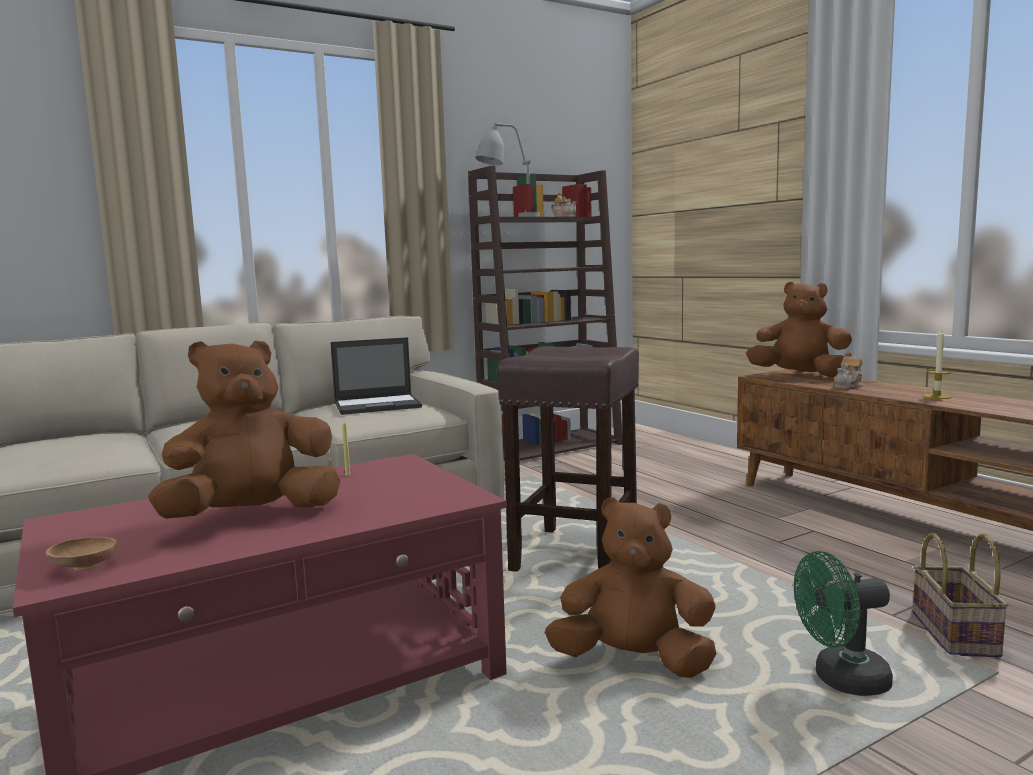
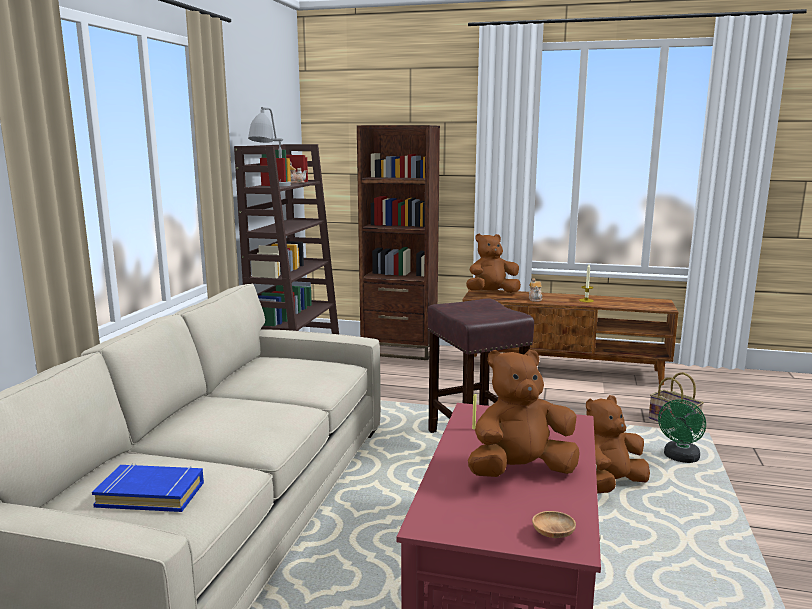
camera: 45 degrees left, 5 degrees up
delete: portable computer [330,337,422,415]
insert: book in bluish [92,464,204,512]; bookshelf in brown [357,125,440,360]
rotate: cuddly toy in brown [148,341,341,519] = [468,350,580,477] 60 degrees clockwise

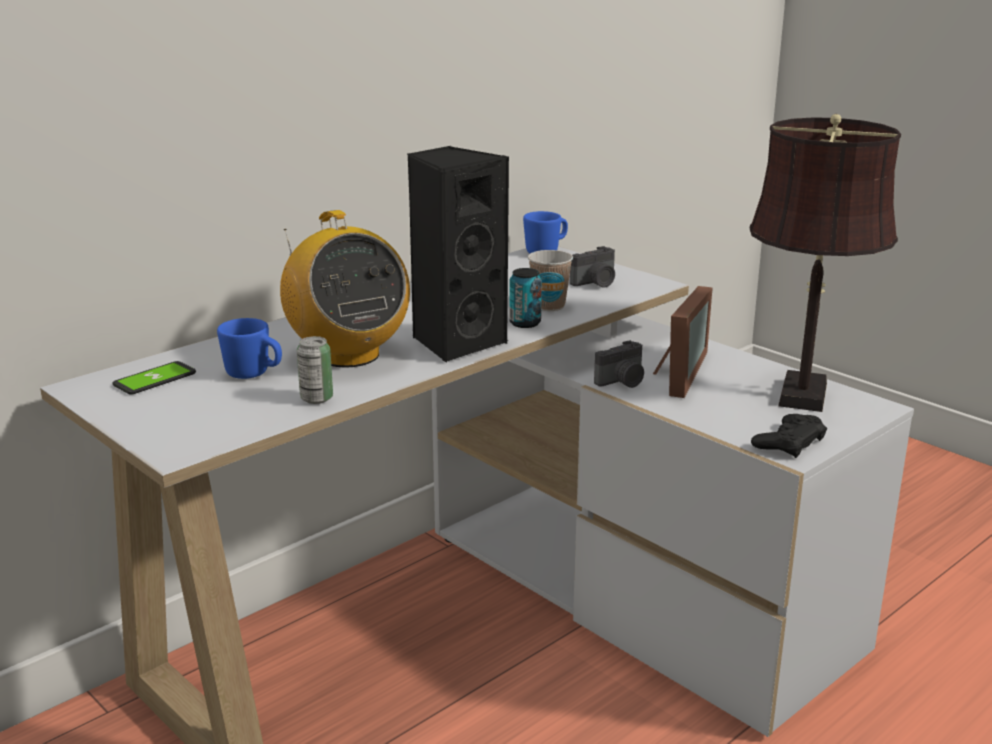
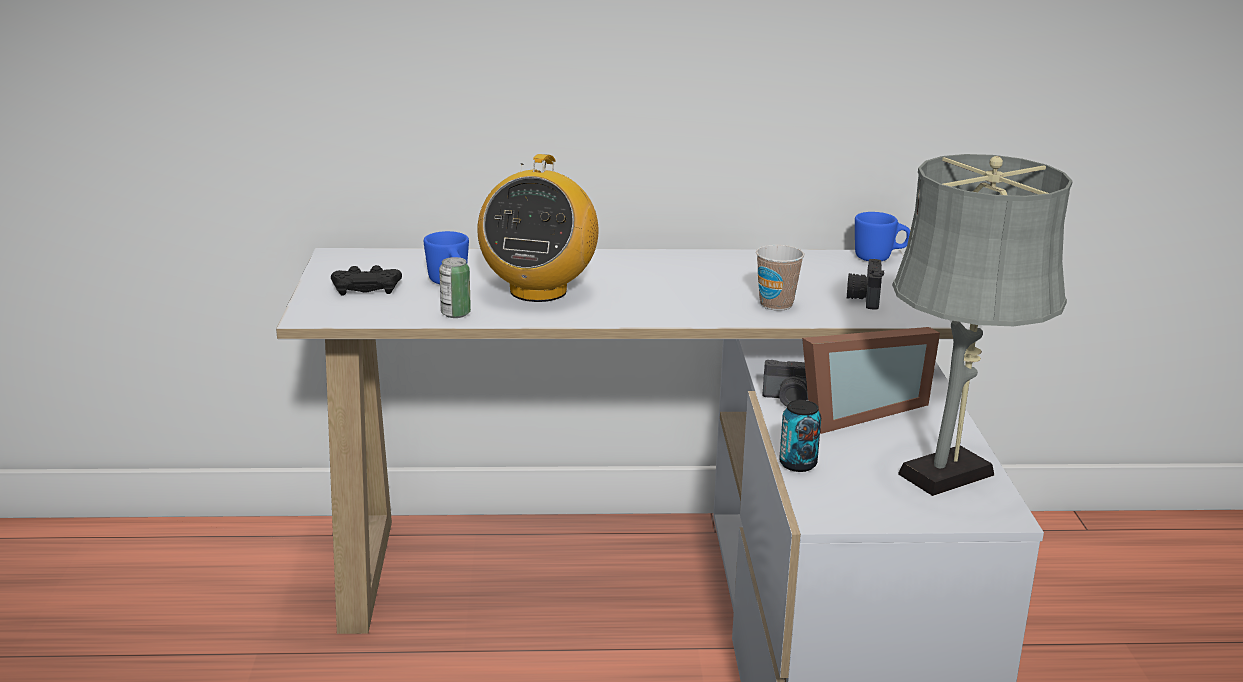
camera: 40 degrees right, 0 degrees up
delete: phone [113,361,196,395]; audio speaker in blackish [407,146,509,363]
move: can [509,268,542,328] to [779,400,821,472]; gamepad in blackish [751,414,827,458] to [331,265,402,295]
recolor: table lamp in brown [749,114,901,412] to table lamp in greyish [892,154,1073,496]
rotate: still camera [570,246,615,288] = [847,259,884,310] 90 degrees clockwise

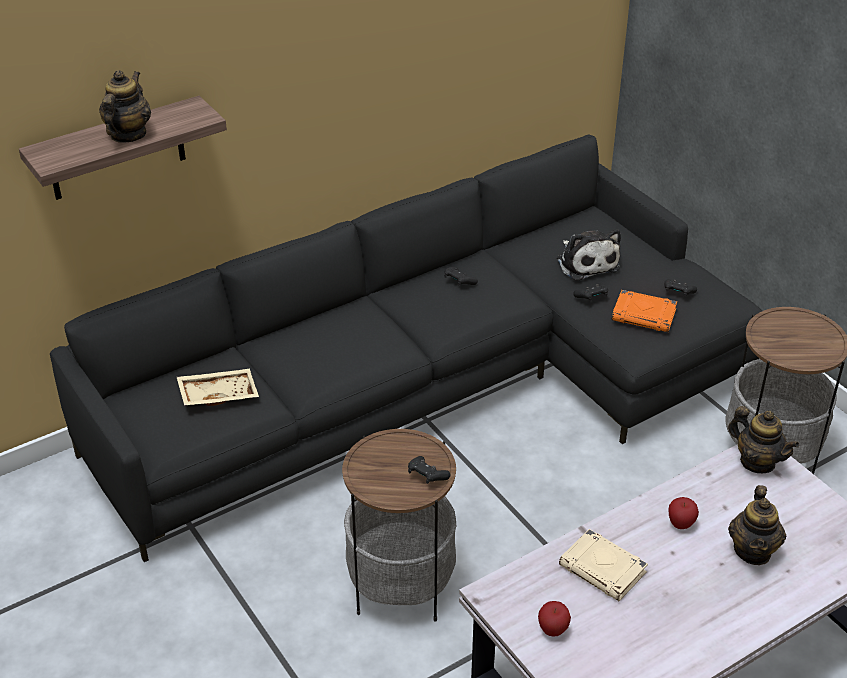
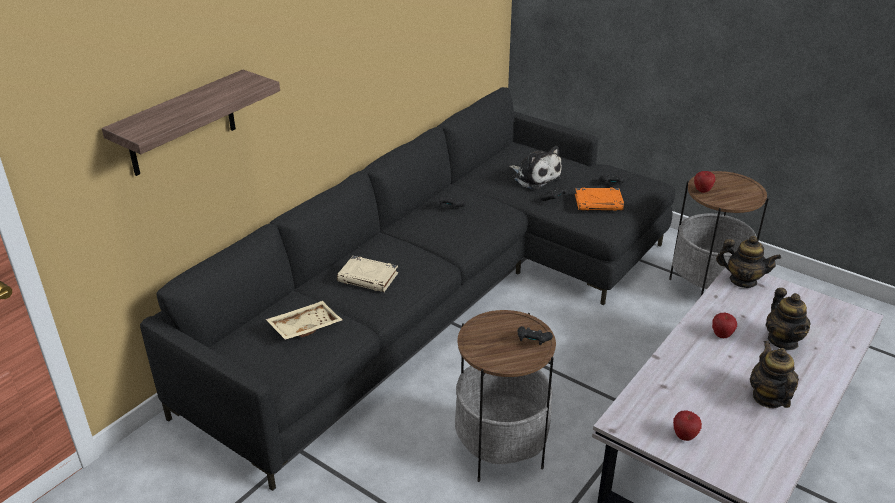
camera: 20 degrees left, 5 degrees down
insert: whole apple [694,171,715,193]
move: teapot [99,70,151,143] to [750,341,799,408]; book in beige [559,529,648,601] to [337,256,398,292]

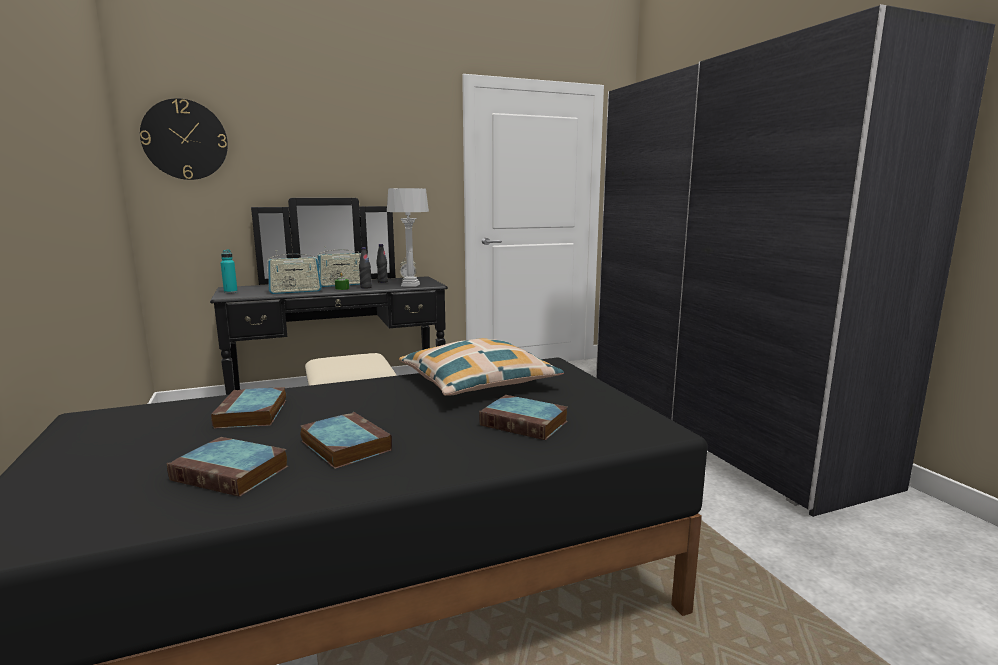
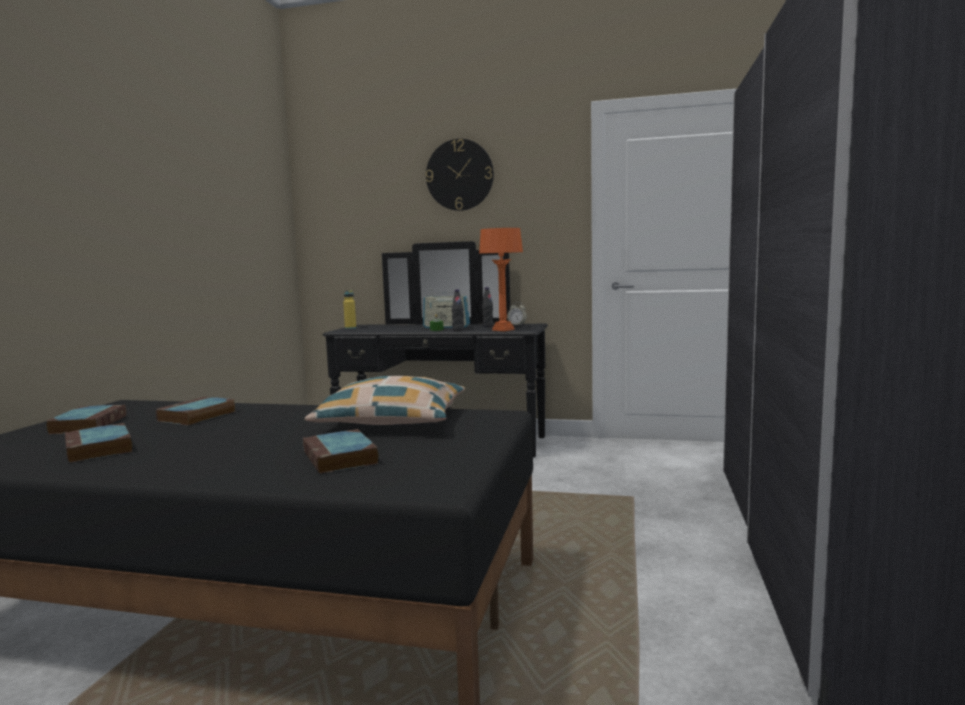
camera: 35 degrees right, 5 degrees down
delete: radio set [267,250,322,294]
move: hanging clock [140,98,228,180] to [426,139,494,211]; book [300,412,392,469] to [46,404,126,434]
recolor: drink bottle in blue-green [221,249,238,293] to drink bottle in yellowish [343,290,356,329]; table lamp in greyish [387,188,429,287] to table lamp in orange [479,228,523,331]

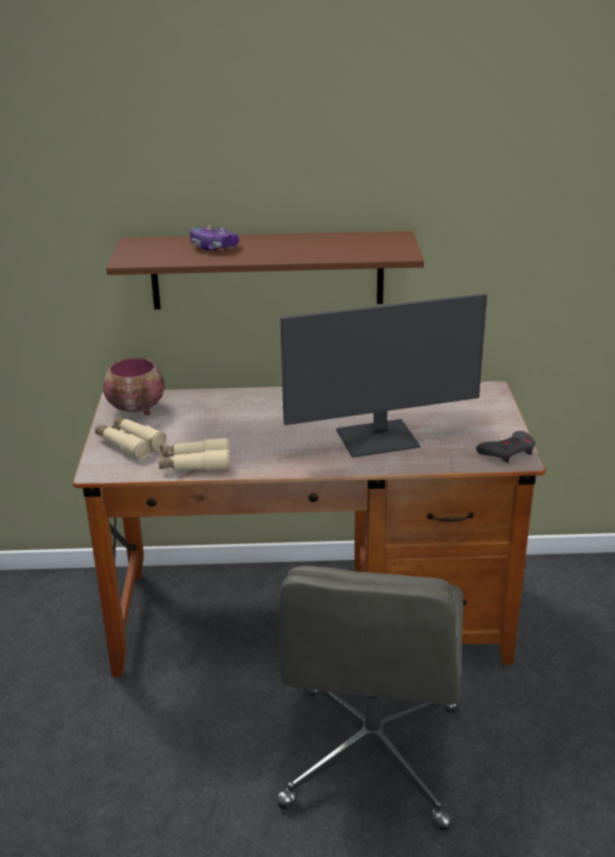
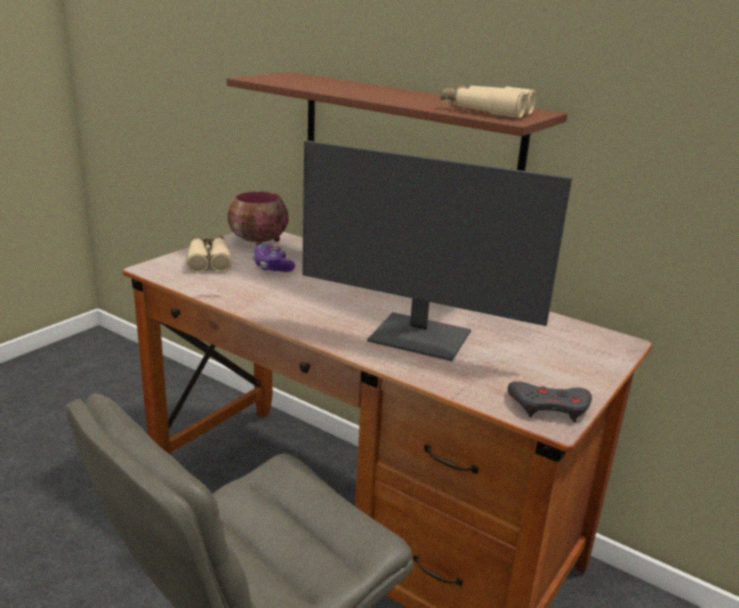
camera: 35 degrees right, 5 degrees down
move: binoculars in beige [159,438,230,470] to [441,85,536,119]; gamepad [190,225,239,251] to [252,244,295,272]

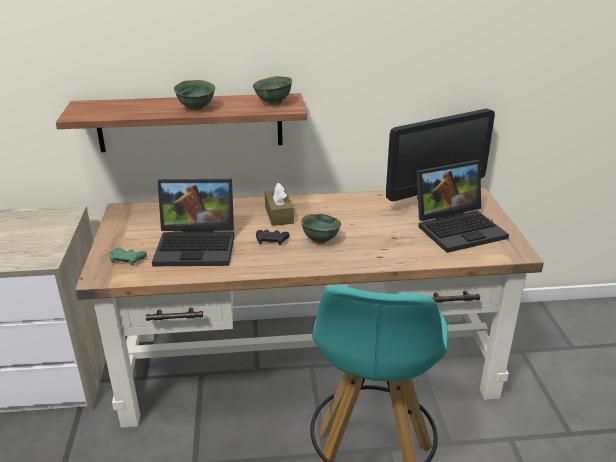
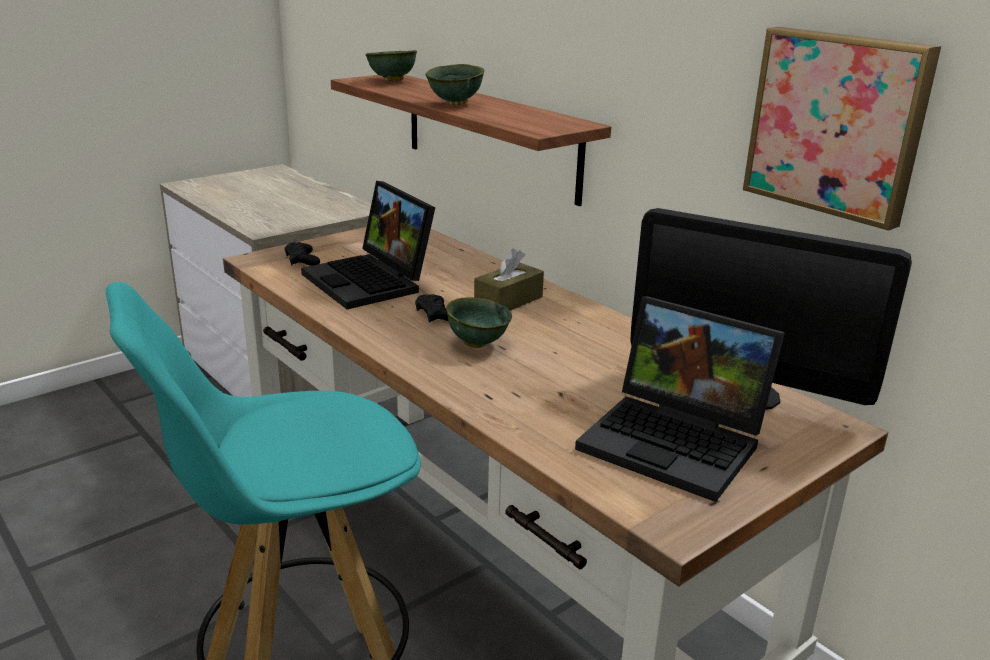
camera: 55 degrees right, 5 degrees down
insert: picture [743,27,941,231]
move: serving bowl in green [253,76,292,105] to [365,50,417,81]
recolor: gamepad in green [109,248,147,266] to gamepad in blackish [284,242,320,266]

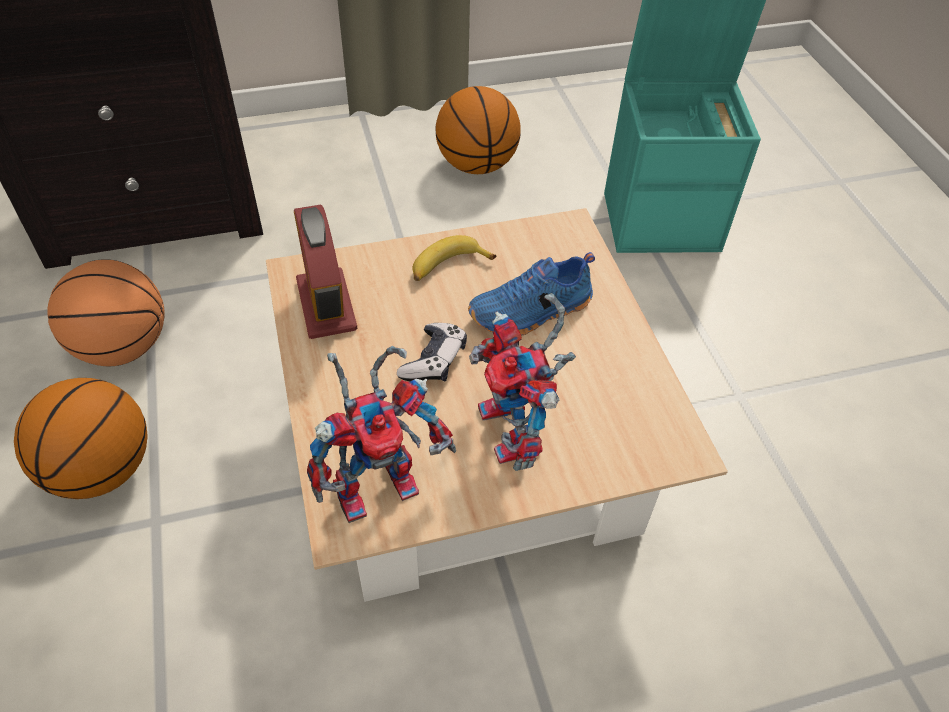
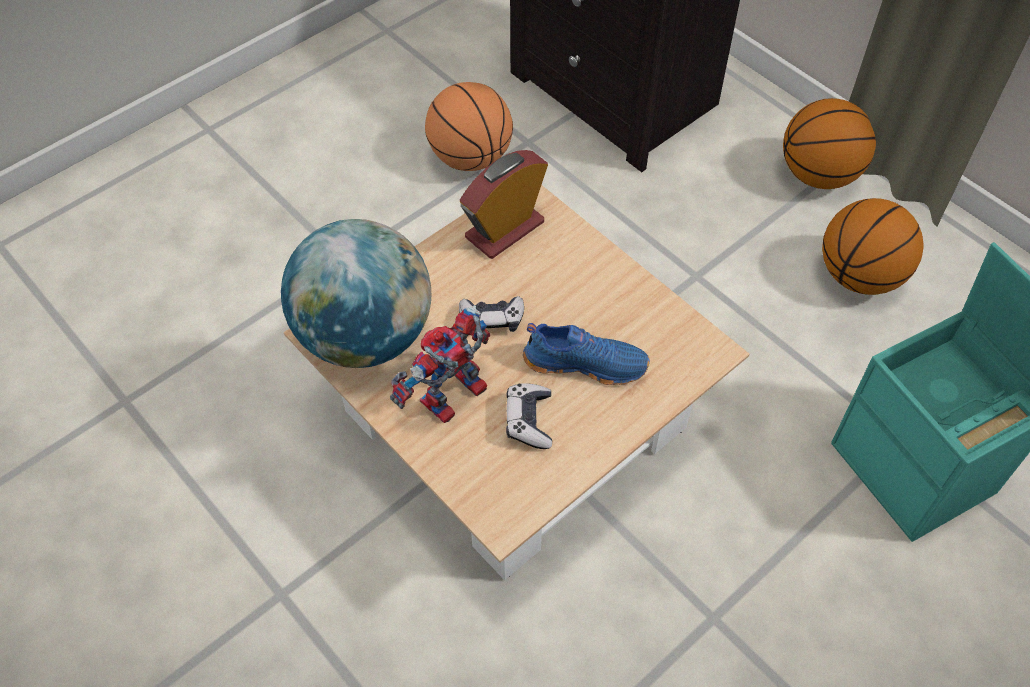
camera: 65 degrees right, 5 degrees up
delete: banana [412,235,496,281]
insert: gamepad [506,383,552,449]
move: basketball [14,378,148,499] to [783,98,876,189]
replace: toy robot [307,345,456,523] to desk globe [281,219,431,368]
rotate: shoe in bluish [468,252,595,336] = [523,323,650,385] 150 degrees clockwise

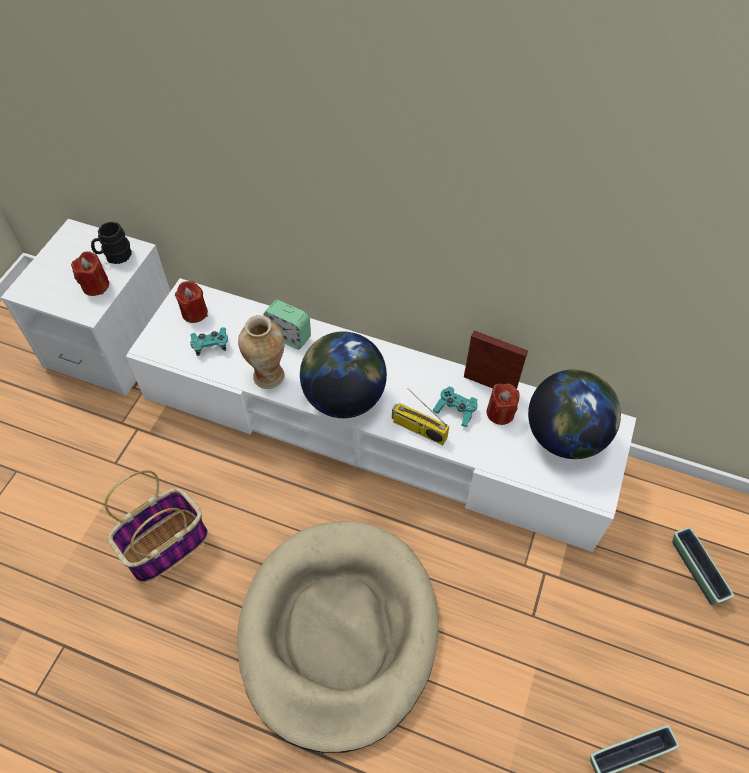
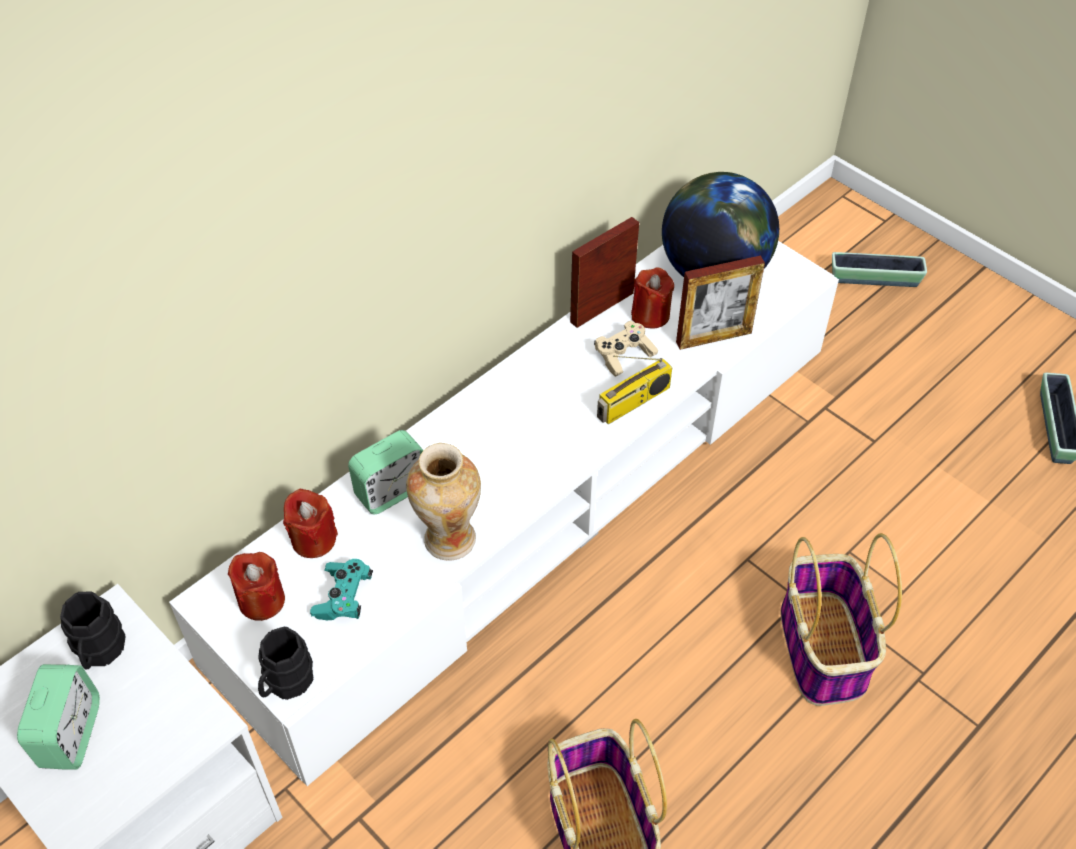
camera: 65 degrees left, 5 degrees down
delete: desk globe [300,331,387,418]
insert: alarm clock [17,664,100,770]; mug in blackish [258,626,313,700]; picture frame [676,256,765,350]
move: wax candle in red [71,251,109,296] to [283,489,338,558]
replace: dog cushion in beige [237,521,439,753] to household basket [781,533,902,706]
recolor: gamepad in blue-green [433,387,478,427] to gamepad in beige [594,321,658,377]

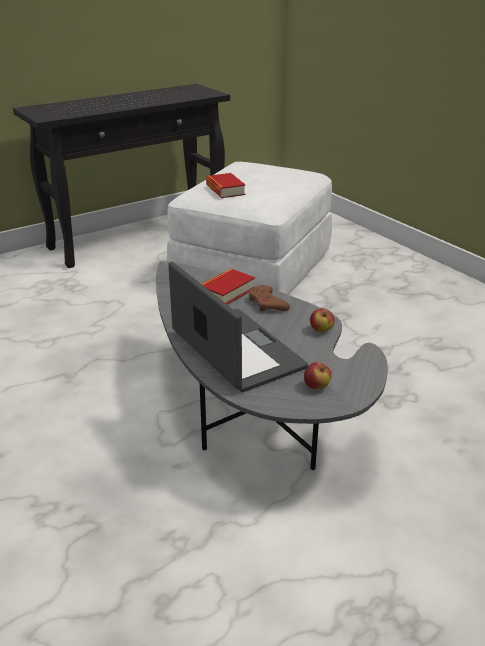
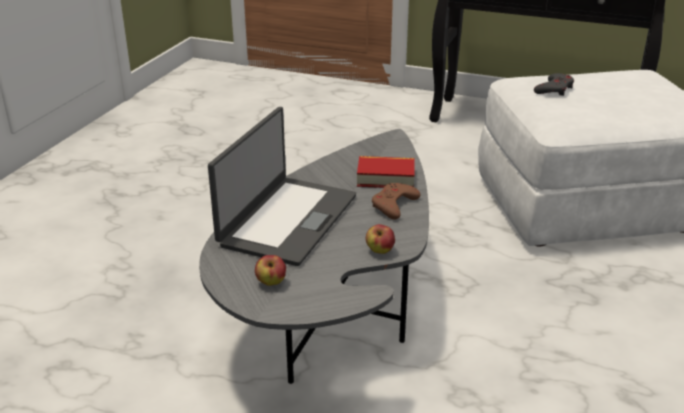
camera: 55 degrees right, 0 degrees up
replace: book [206,173,245,198] to gamepad in greyish [534,73,574,96]

